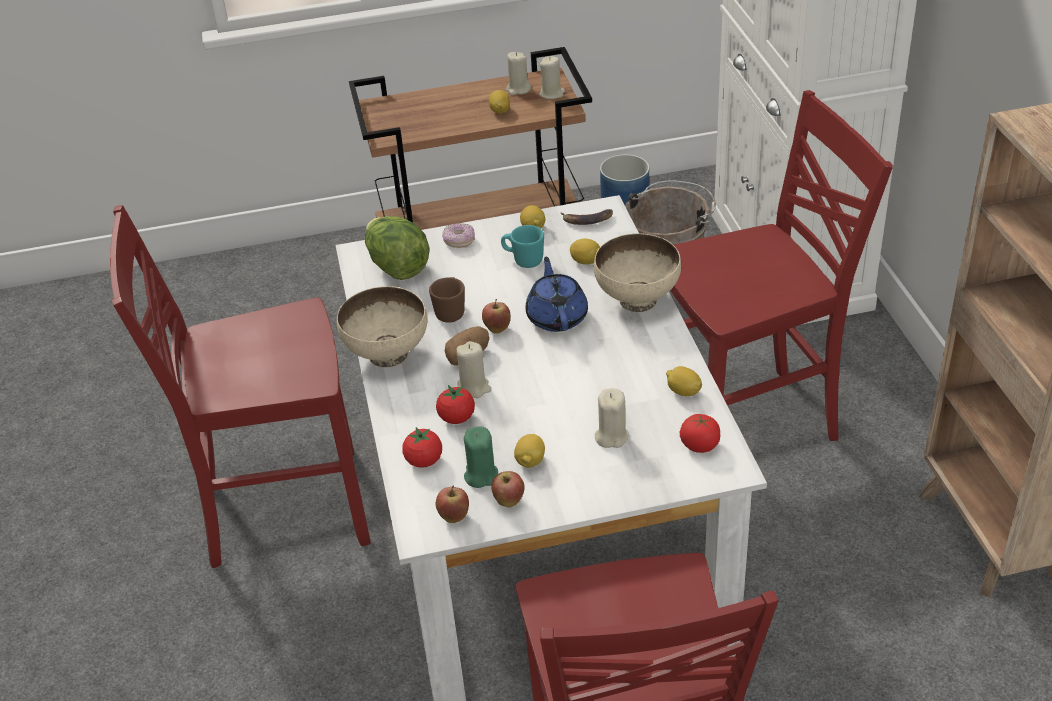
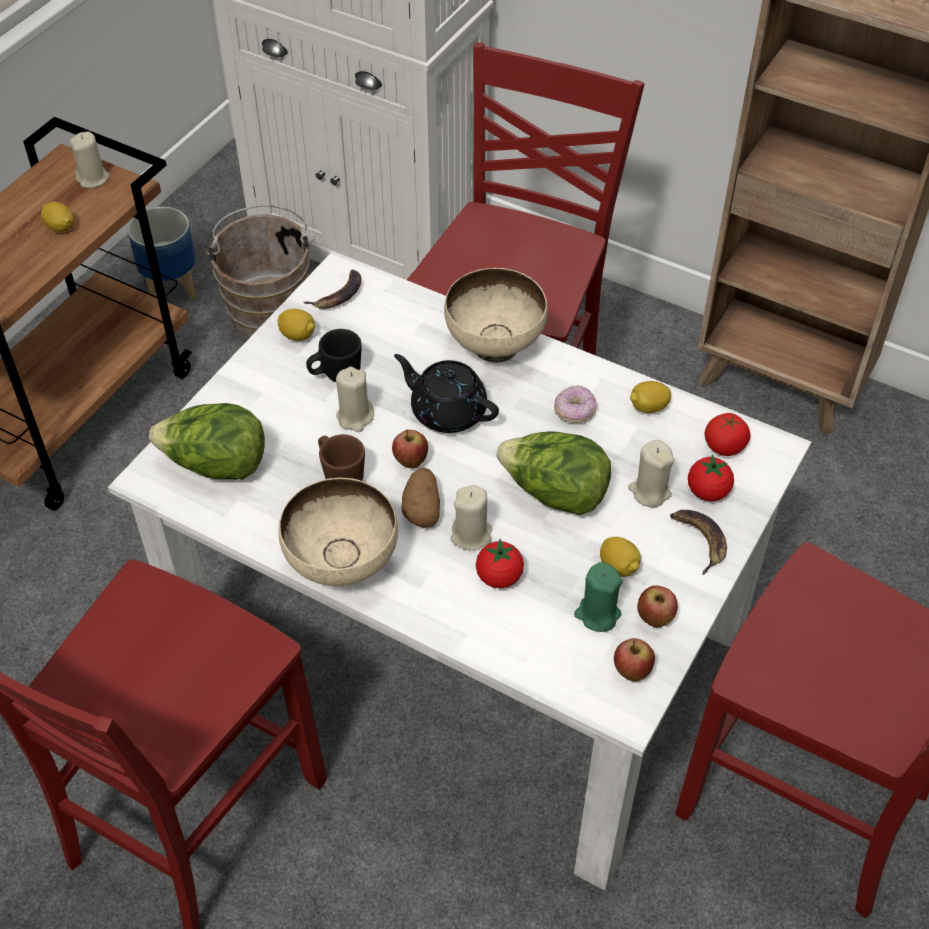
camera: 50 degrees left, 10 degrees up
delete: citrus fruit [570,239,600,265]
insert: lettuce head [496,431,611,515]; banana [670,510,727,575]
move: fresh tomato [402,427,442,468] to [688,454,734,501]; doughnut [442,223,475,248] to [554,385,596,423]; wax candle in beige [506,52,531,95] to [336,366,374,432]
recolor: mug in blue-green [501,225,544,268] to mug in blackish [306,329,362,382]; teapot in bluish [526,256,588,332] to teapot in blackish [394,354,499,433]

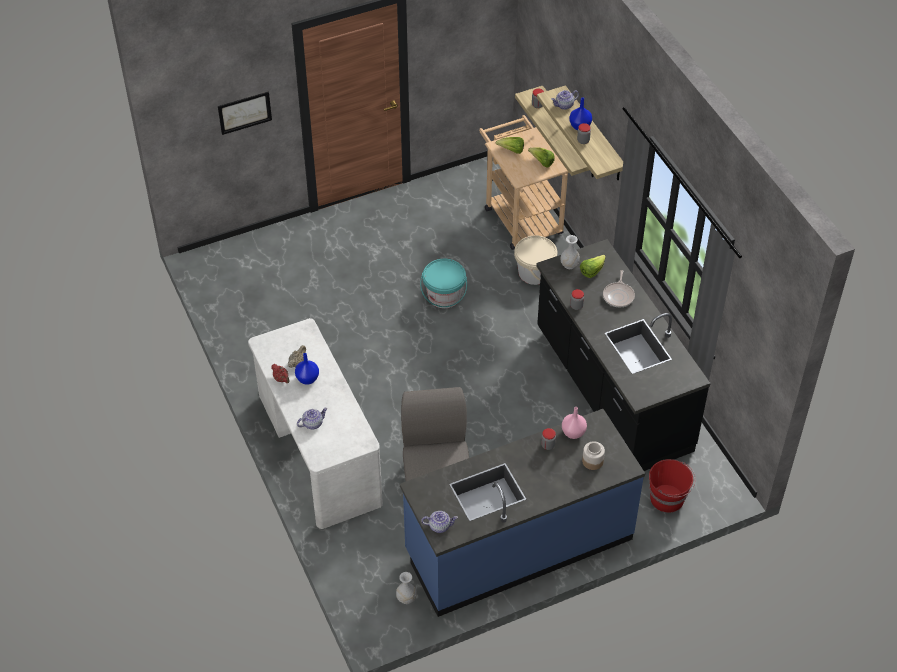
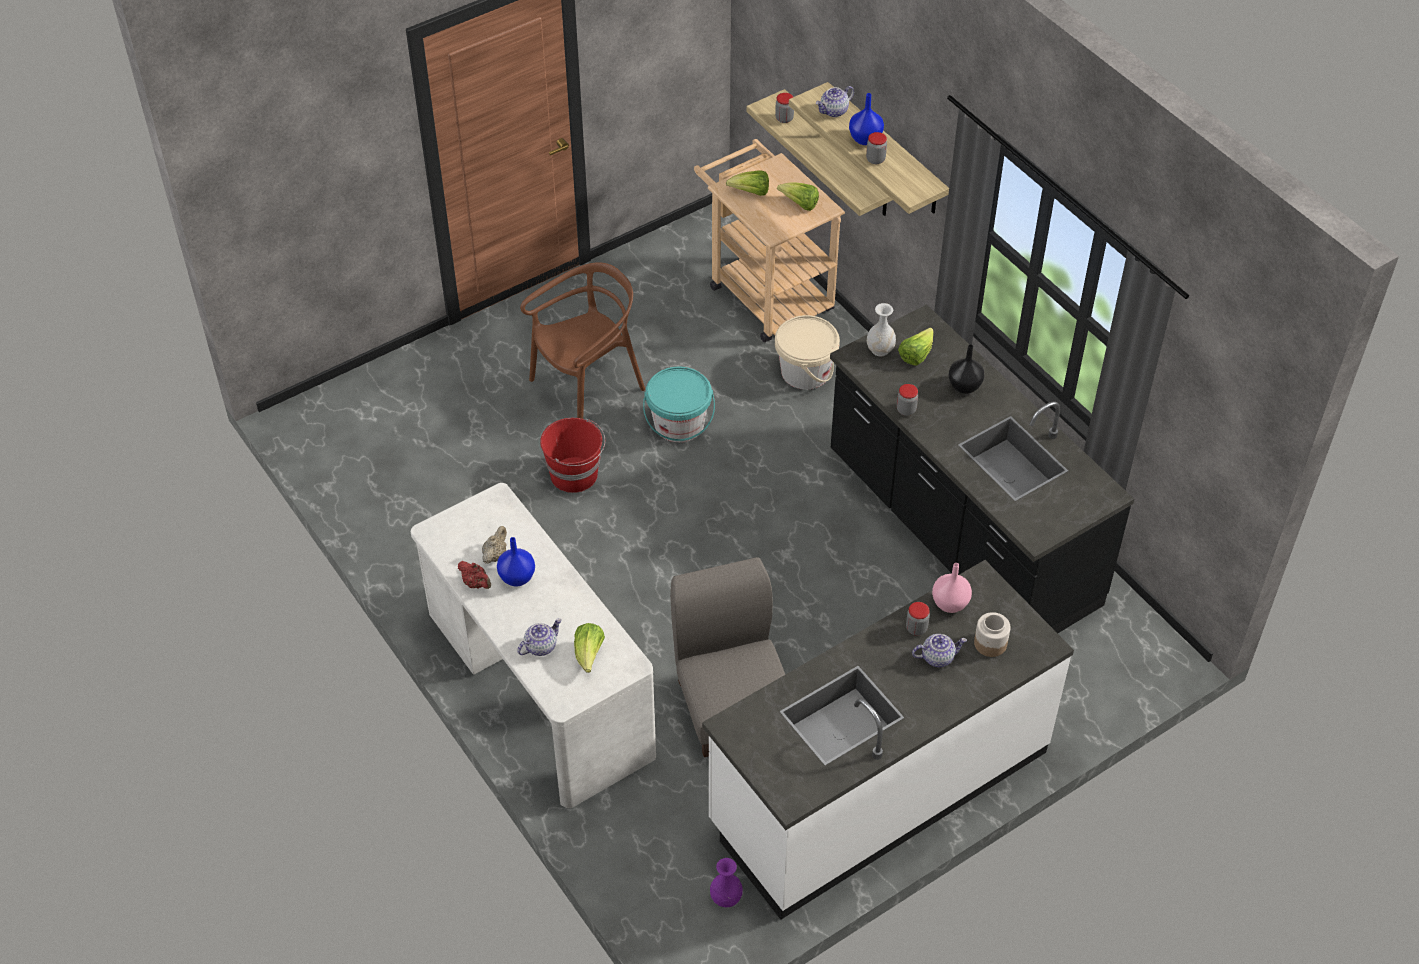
camera: 10 degrees left, 0 degrees up
delete: picture [218,92,272,135]
insert: upright chair in brown [520,262,645,419]; lettuce head [574,623,605,673]
move: teapot [421,511,458,533] to [912,634,967,667]; pail in red [649,459,695,513] to [540,418,605,493]
replace: pan [603,270,635,307] to decorative vase in blackish [948,344,985,394]
recolor: decorative vase in whitish [396,572,417,604] to decorative vase in purple-coloured [710,858,743,907]; counter in bluish [400,409,645,617] to counter in whitish [702,560,1074,919]

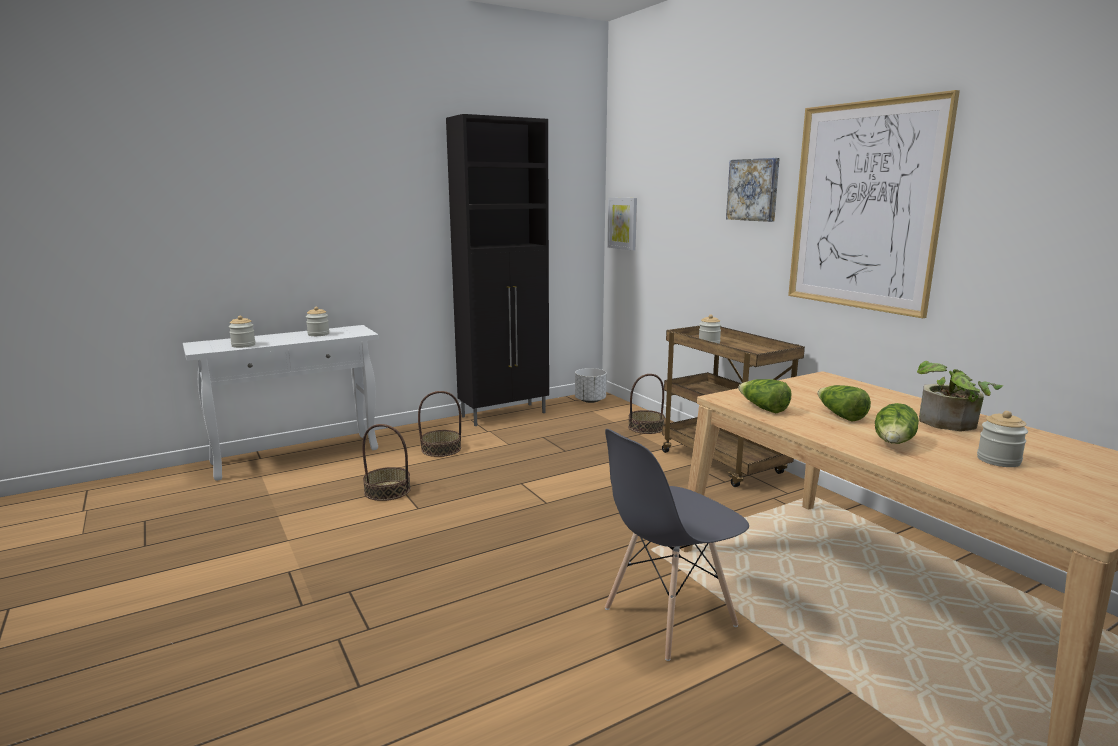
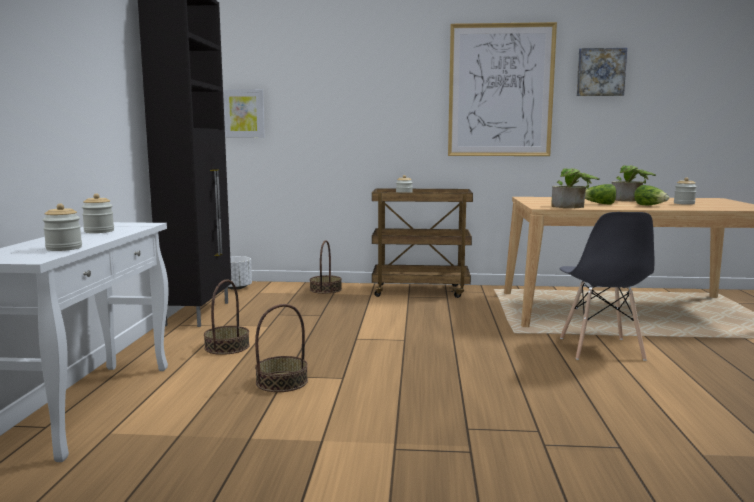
camera: 55 degrees left, 5 degrees down
move: picture [726,158,780,222] to [576,48,627,96]
replace: lettuce head [738,379,792,413] to plant in a pot [551,168,600,208]

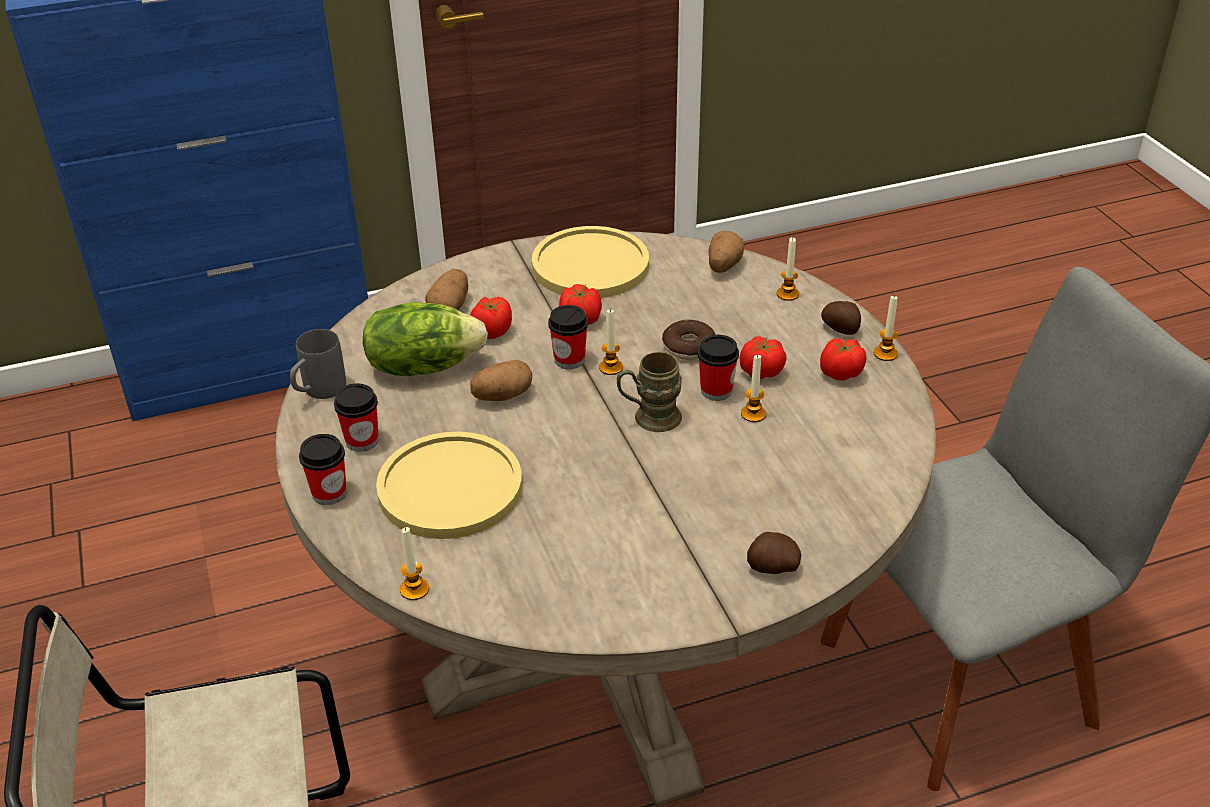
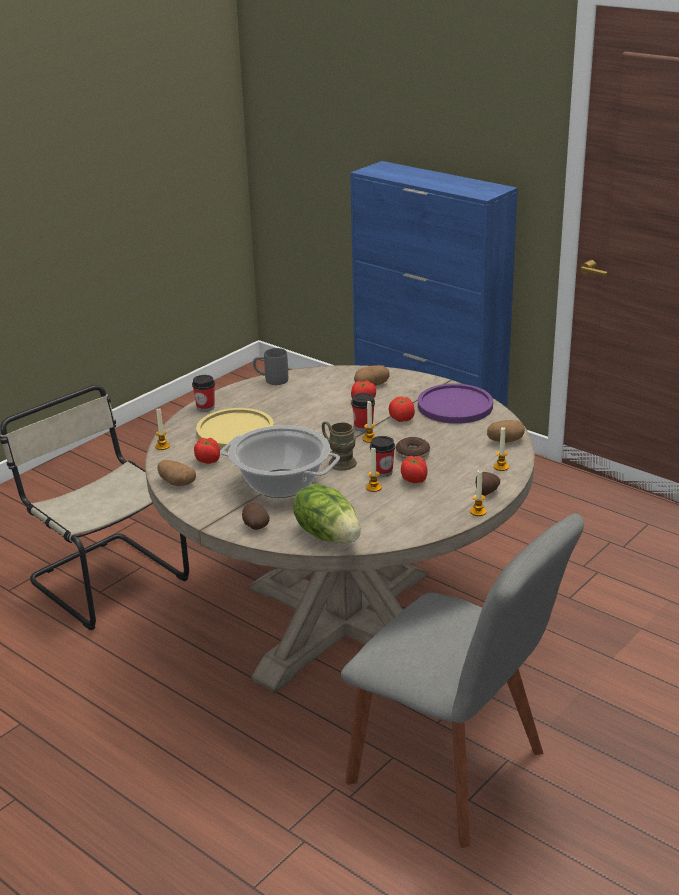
camera: 60 degrees right, 10 degrees down
delete: small cup [334,383,378,452]
insert: cooking pot [220,425,340,498]
move: lettuce head [363,302,488,376] to [293,484,361,543]; potato [470,360,532,401] to [158,460,196,486]; fresh tomato [820,338,866,381] to [194,438,220,464]
recolor: flat dish in yellowish [532,226,649,298] to flat dish in purple-coloured [418,384,493,424]

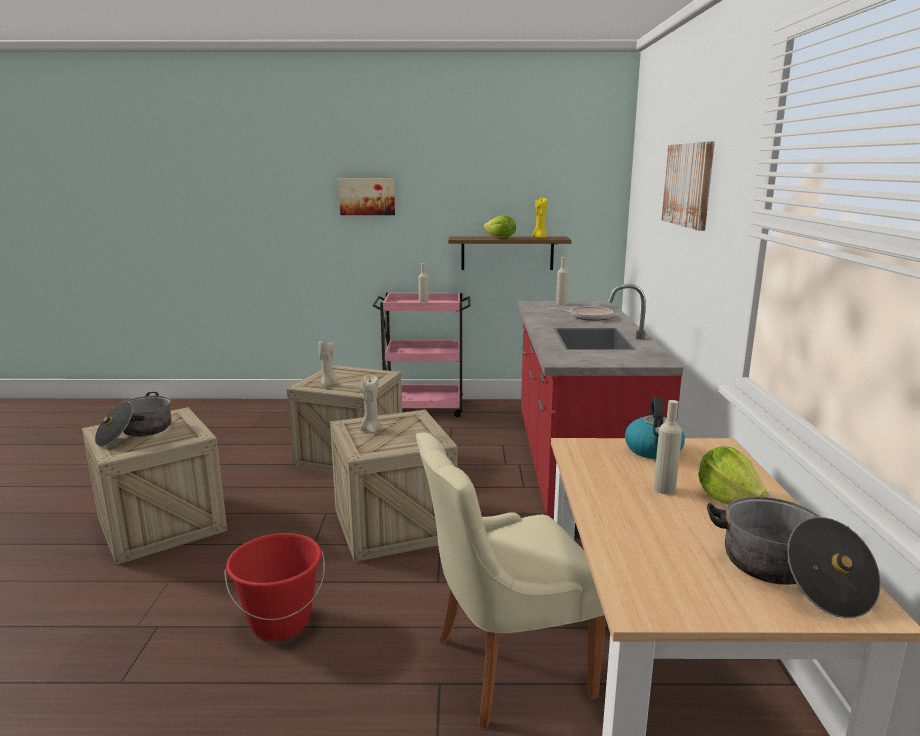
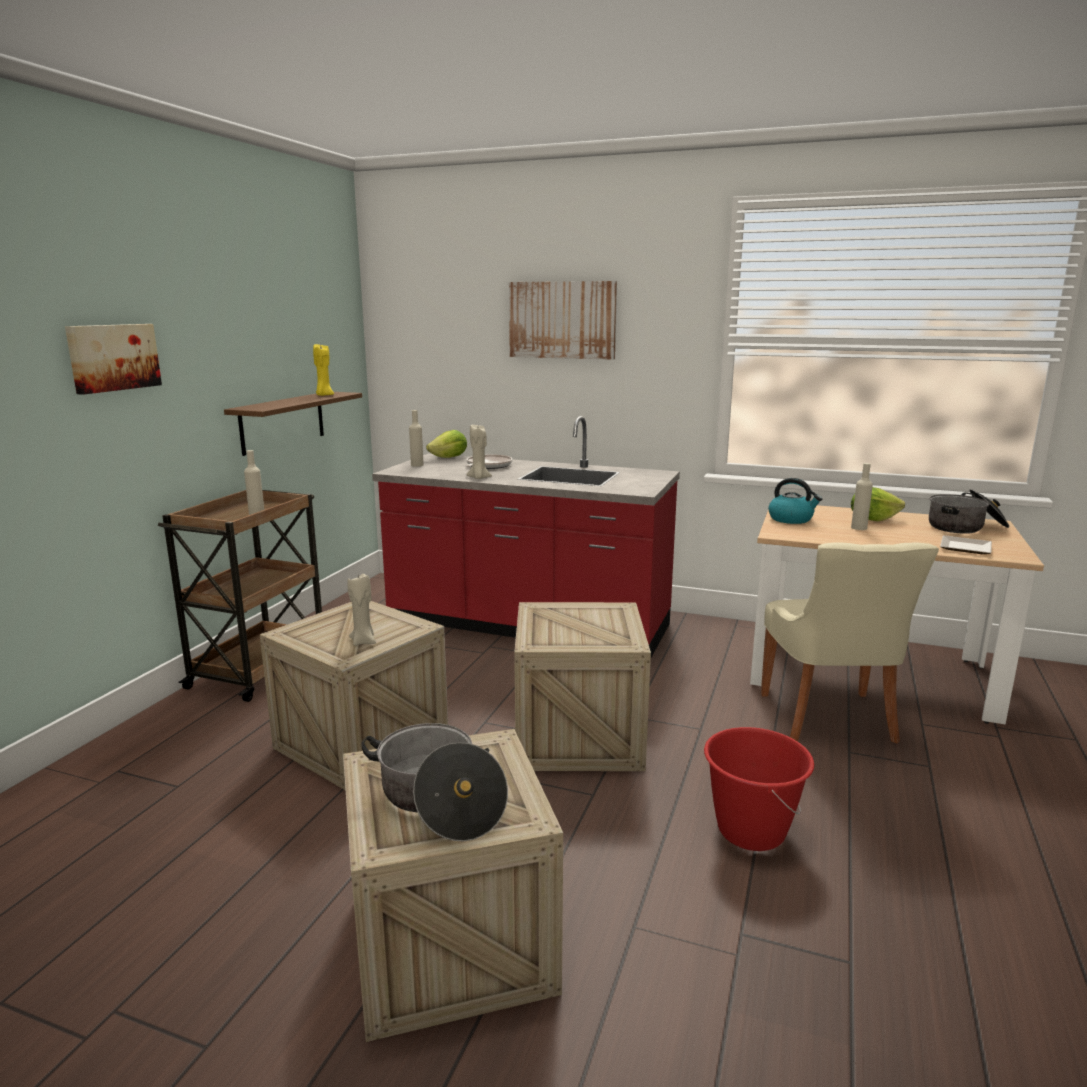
camera: 70 degrees left, 0 degrees up
insert: flat dish [940,535,992,554]
move: wax candle in beige [360,375,382,433] to [467,425,492,479]; lettuce head [483,215,516,238] to [426,430,467,458]
recolor: wheeled cart in pink-coloured [373,293,471,417] to wheeled cart in brown [158,490,322,702]

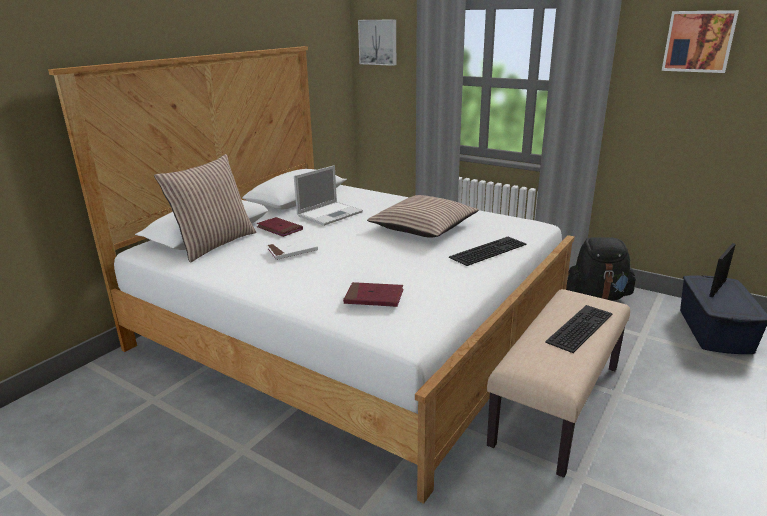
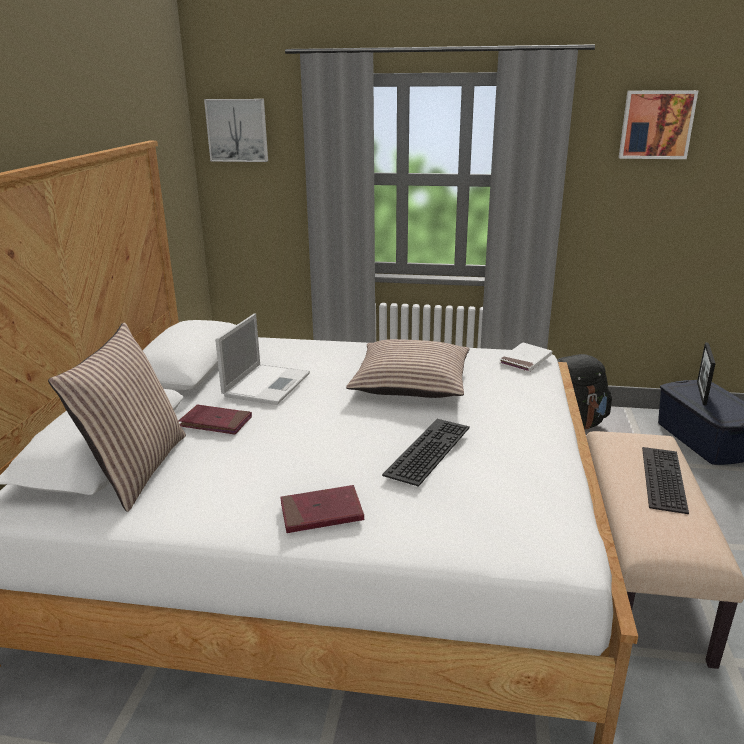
camera: 25 degrees left, 0 degrees up
move: book in whitish [266,236,318,260] to [499,342,552,372]; book in red [343,282,404,307] to [280,485,364,533]; PC keyboard [449,237,527,266] to [382,419,470,487]

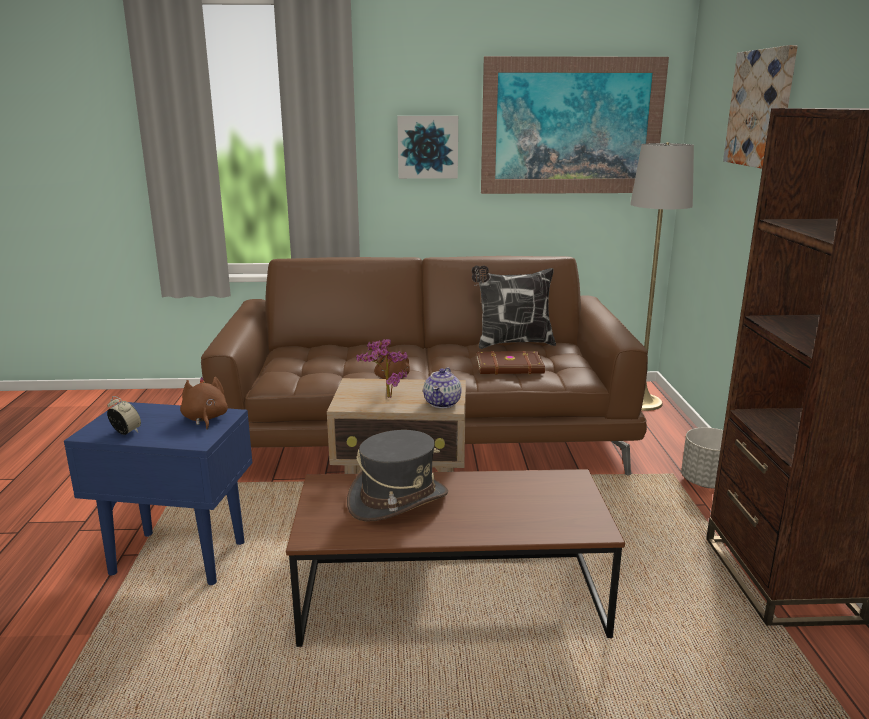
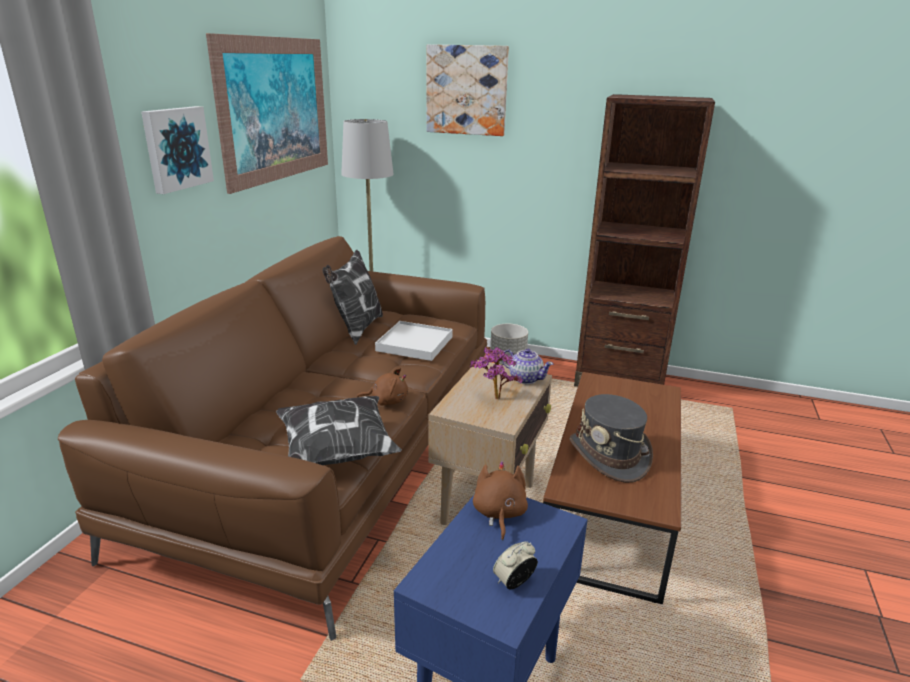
camera: 70 degrees left, 5 degrees up
insert: throw pillow [276,396,402,465]
replace: book in brown [477,351,545,374] to tray in whitish [375,321,453,361]
rotate: cuddly toy in brown [180,377,228,430] = [473,461,528,541] 90 degrees clockwise

